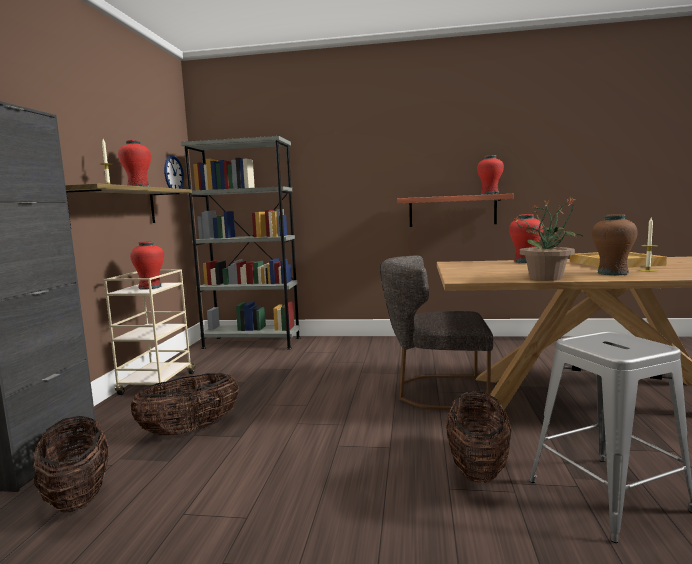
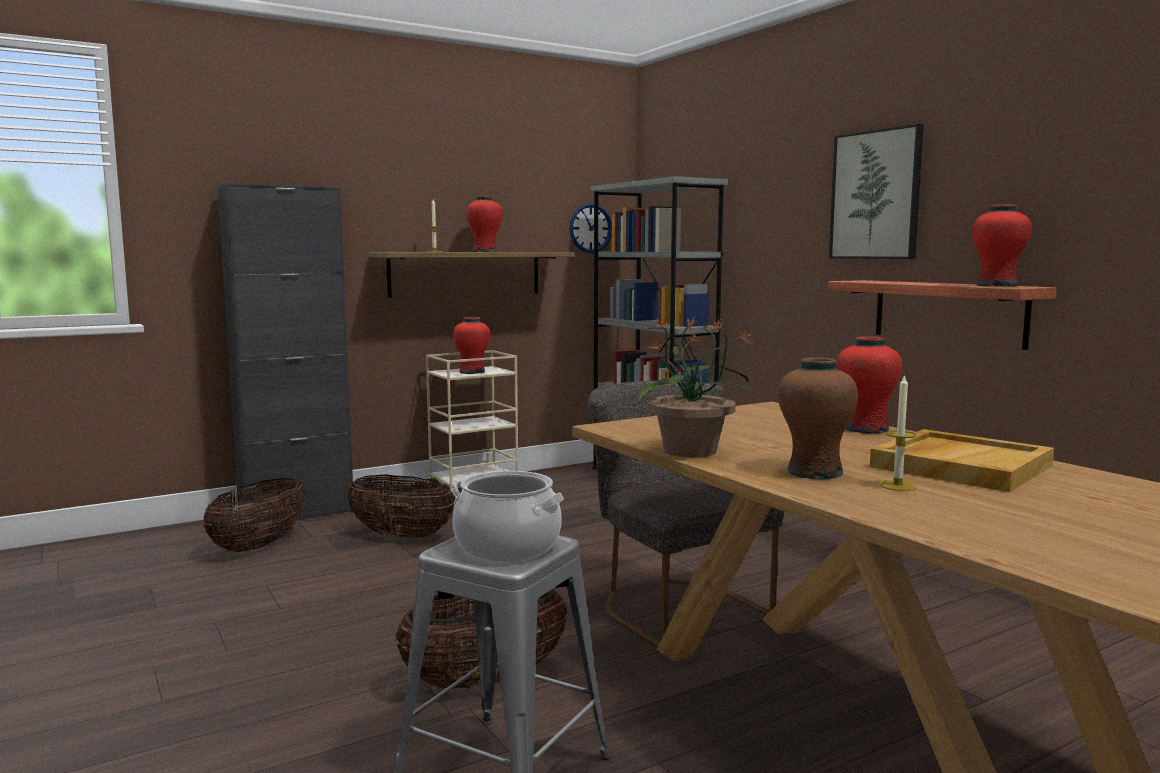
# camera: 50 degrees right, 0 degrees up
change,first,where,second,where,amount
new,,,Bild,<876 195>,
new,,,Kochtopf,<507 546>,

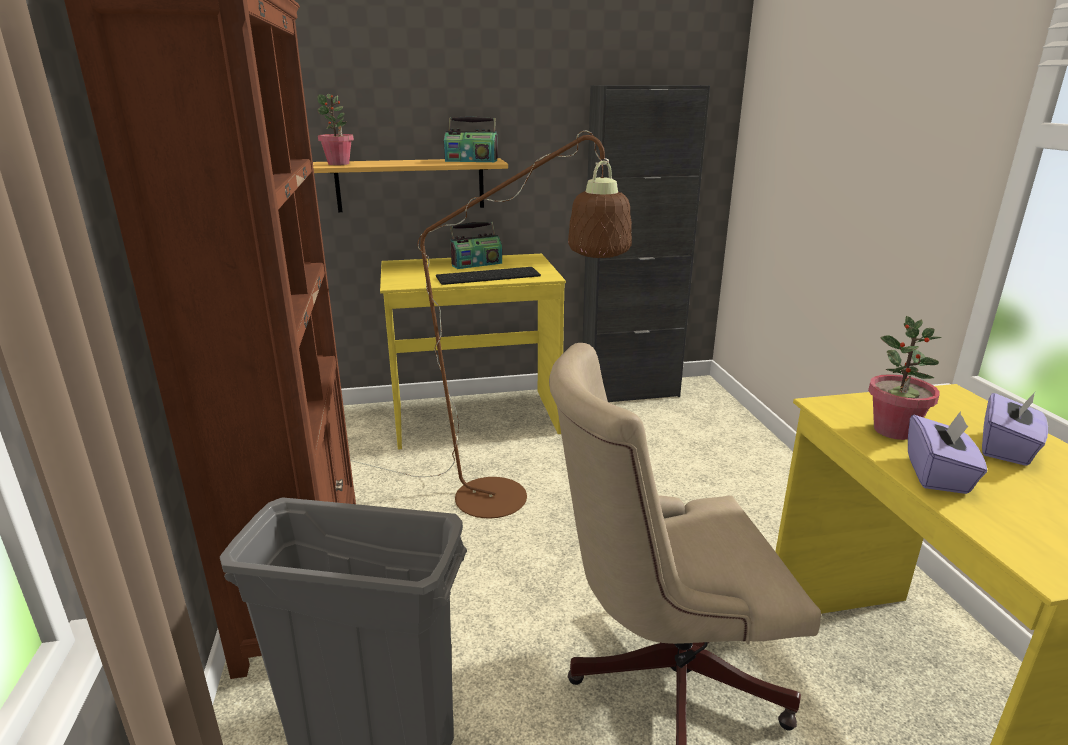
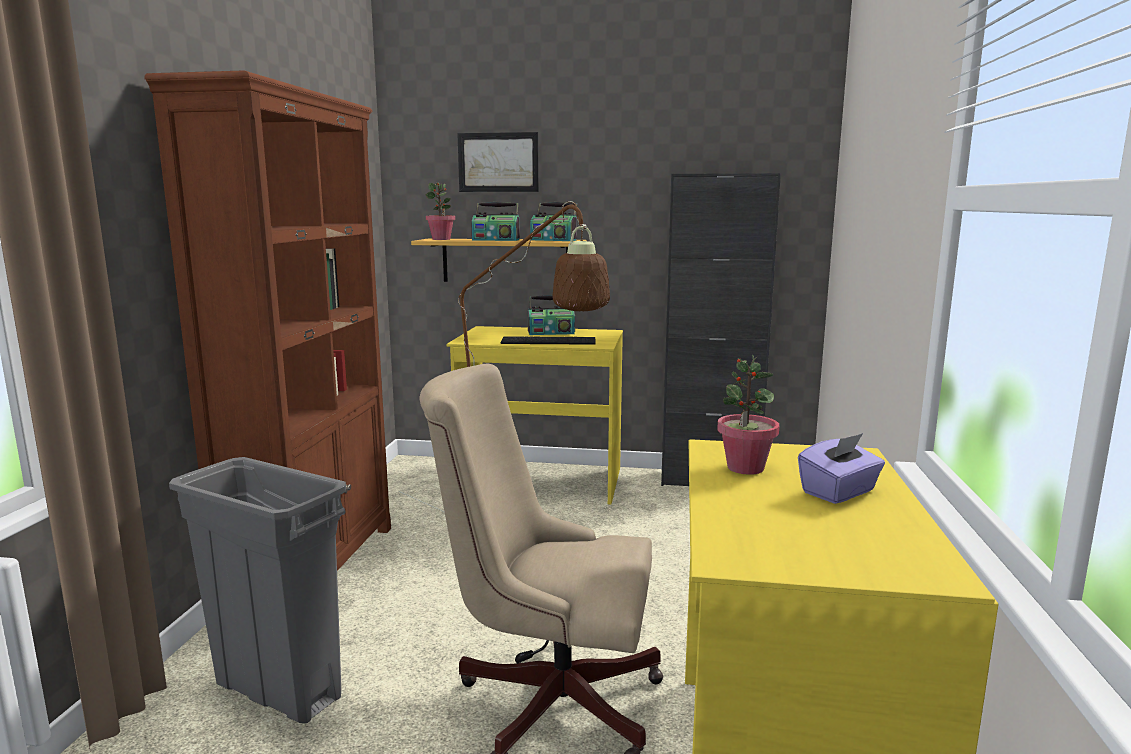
# camera: 20 degrees right, 10 degrees down
change,first,where,second,where,amount
gone,Taschentuchbox (lila),<938 474>,,,
new,,,Bild,<498 162>,
new,,,Radio,<496 240>,

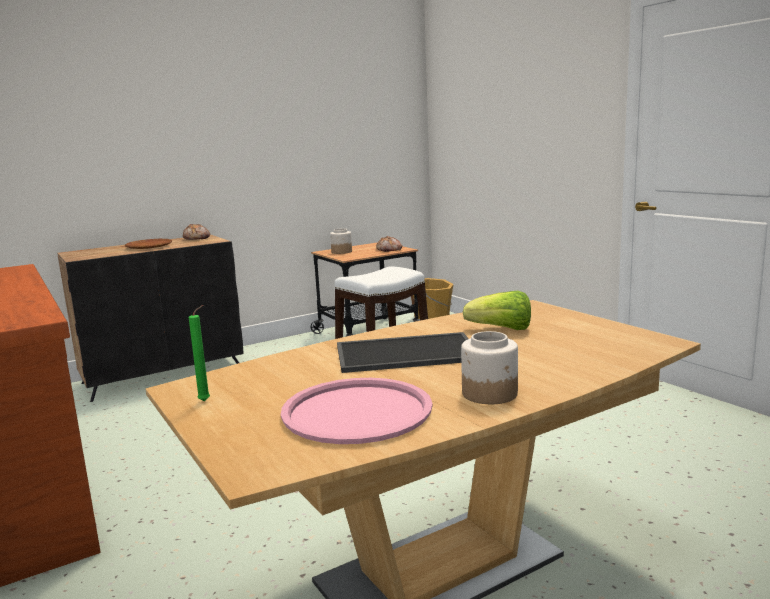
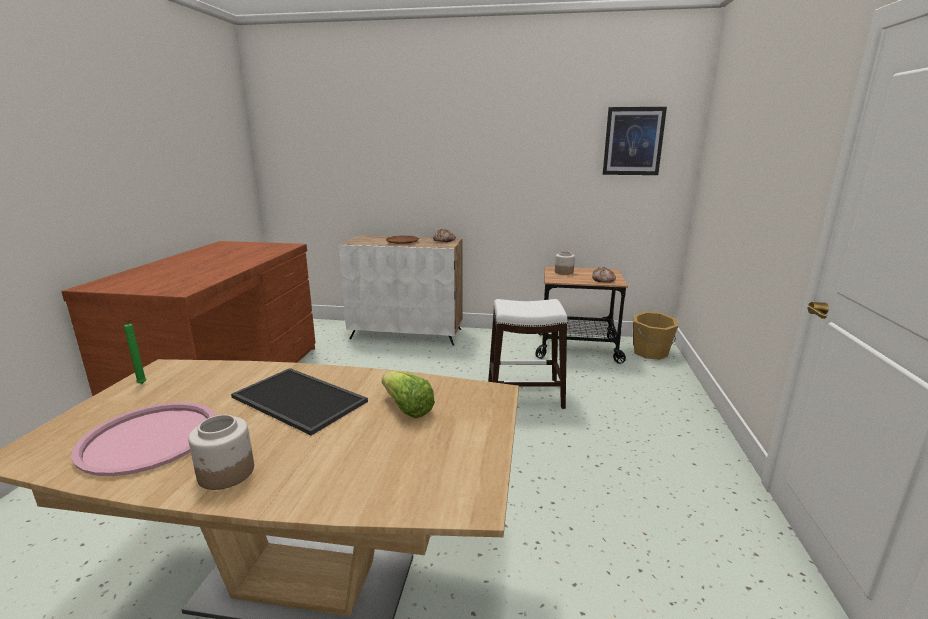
# camera: 40 degrees right, 5 degrees up
change,first,where,second,where,amount
repainted,Schrank (schwarz),<164 374>,Schrank (weiß),<407 334>,
new,,,Bild,<633 141>,

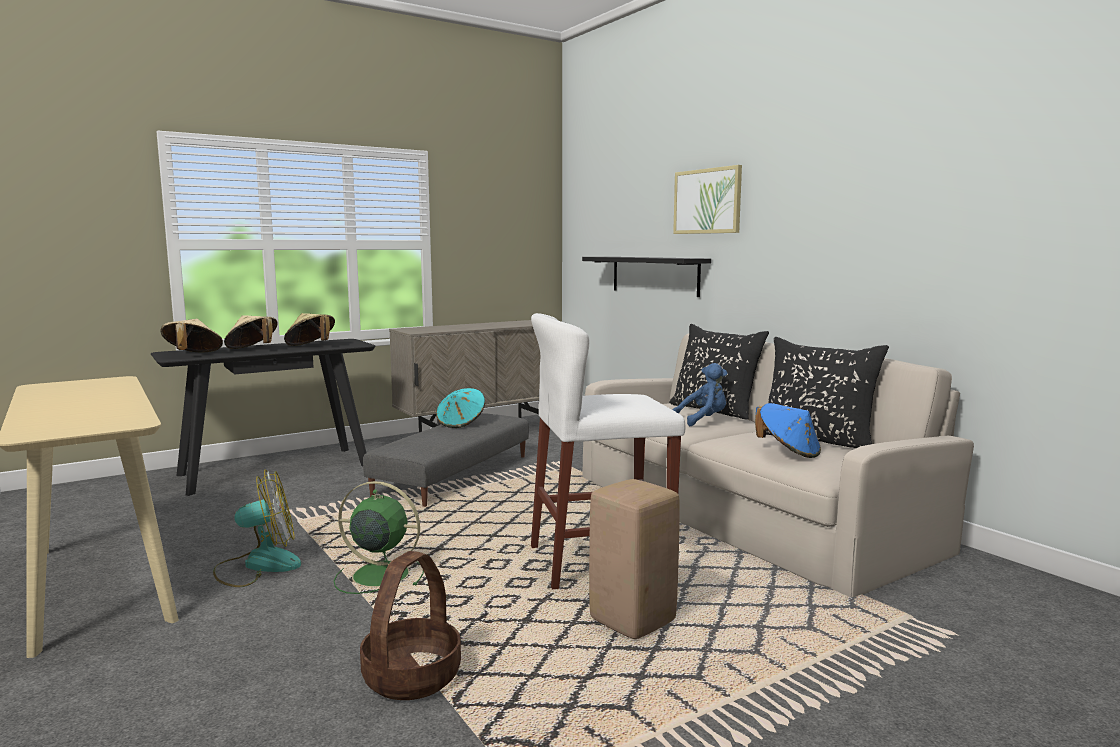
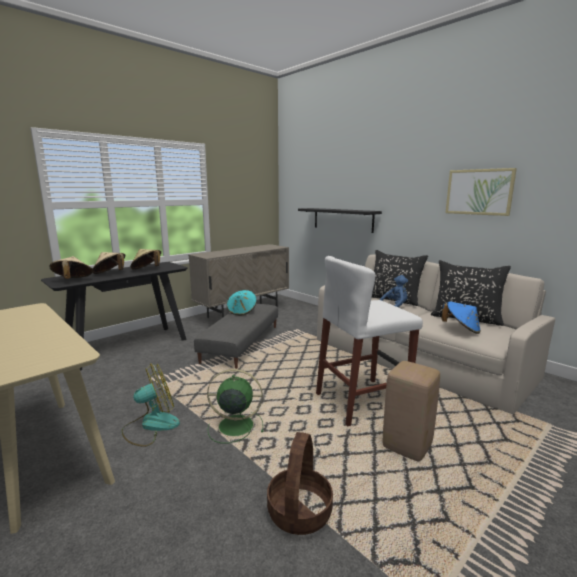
# camera: 10 degrees left, 5 degrees up
change,first,where,second,where,amount
shifted,Bild,<707 201>,,<479 192>,

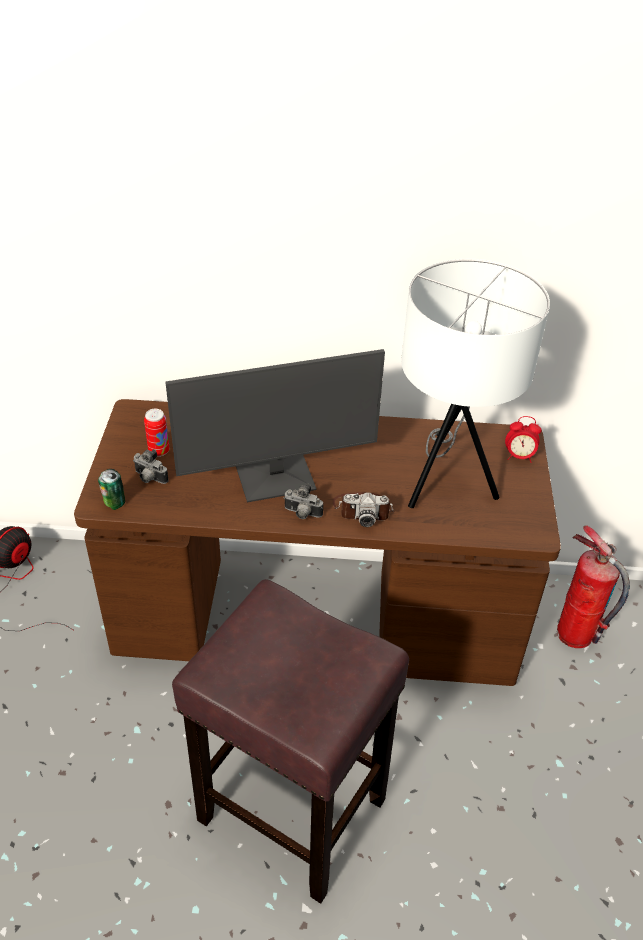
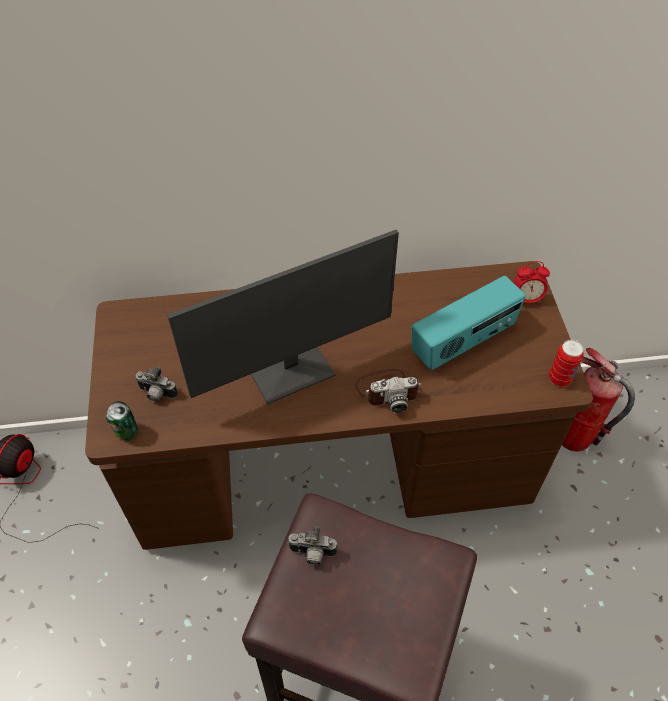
# camera: 10 degrees left, 10 degrees up
change,first,where,second,where,amount
swapped,Tischlampe (weiß),<446 482>,Radio,<463 342>,
shifted,Dose,<159 451>,,<559 379>,
shifted,Kamera,<302 514>,,<312 554>,

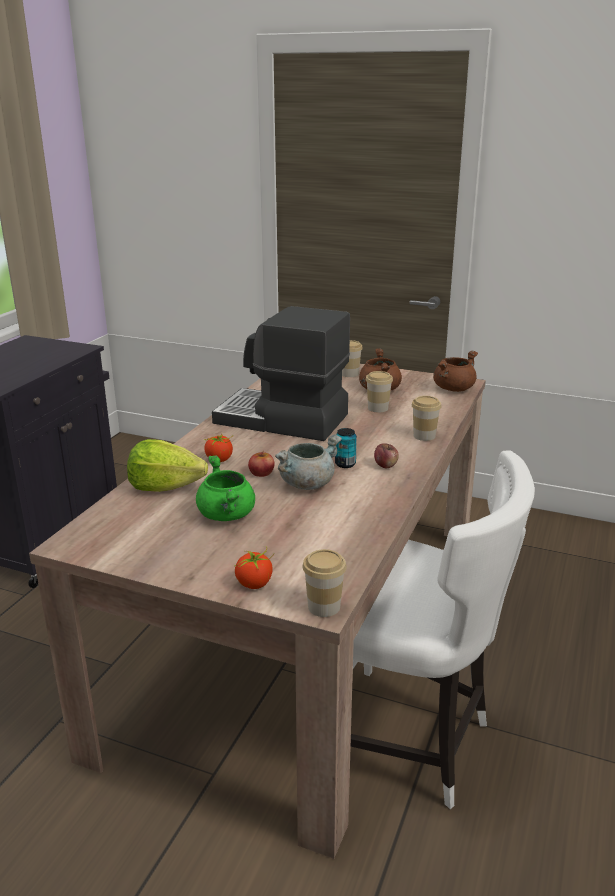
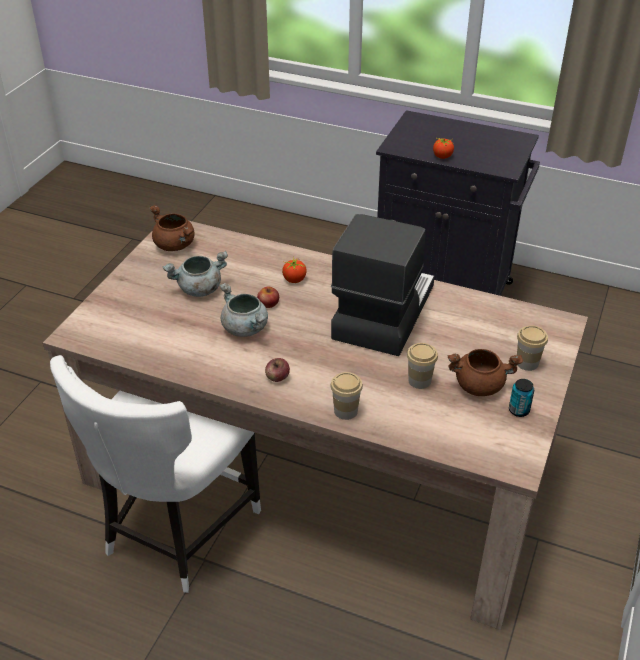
# camera: 90 degrees right, 15 degrees up
change,first,where,second,where,amount
shifted,Kochtopf (braun),<453 388>,,<176 245>,
shifted,Dose,<345 464>,,<519 410>,
gone,Salatkopf,<165 487>,,,
repainted,Kochtopf (grün),<227 515>,Kochtopf (grau),<199 289>,
shifted,Tomate,<254 583>,,<442 156>,
gone,Tasse,<324 607>,,,

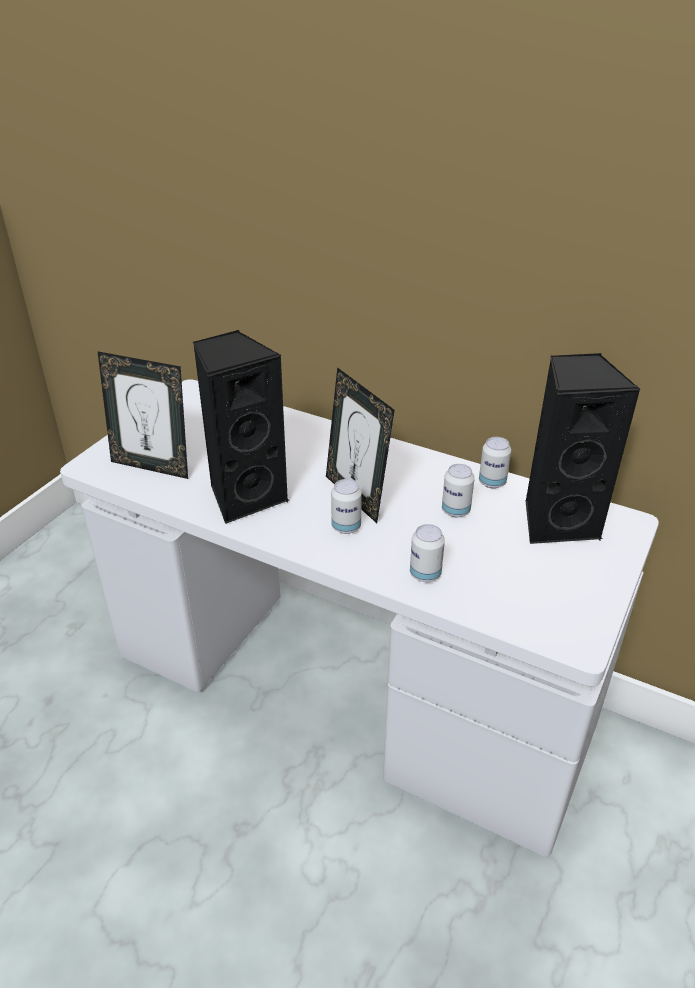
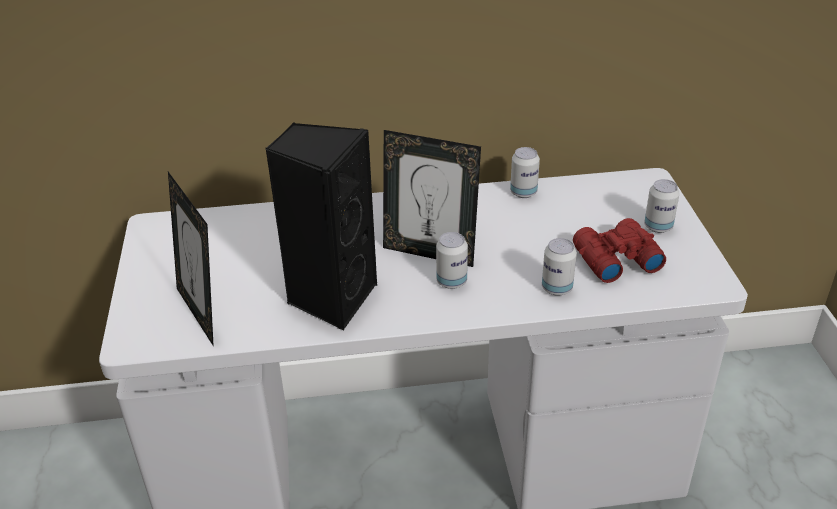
# camera: 35 degrees left, 0 degrees up
change,first,where,second,where,amount
rotated,Bilderrahmen,<152 466>,,<202 313>,75 degrees clockwise
gone,Lautsprecher (schwarz),<557 522>,,,
shifted,Dose,<455 511>,,<658 227>,
new,,,Fernglas (rot),<614 259>,

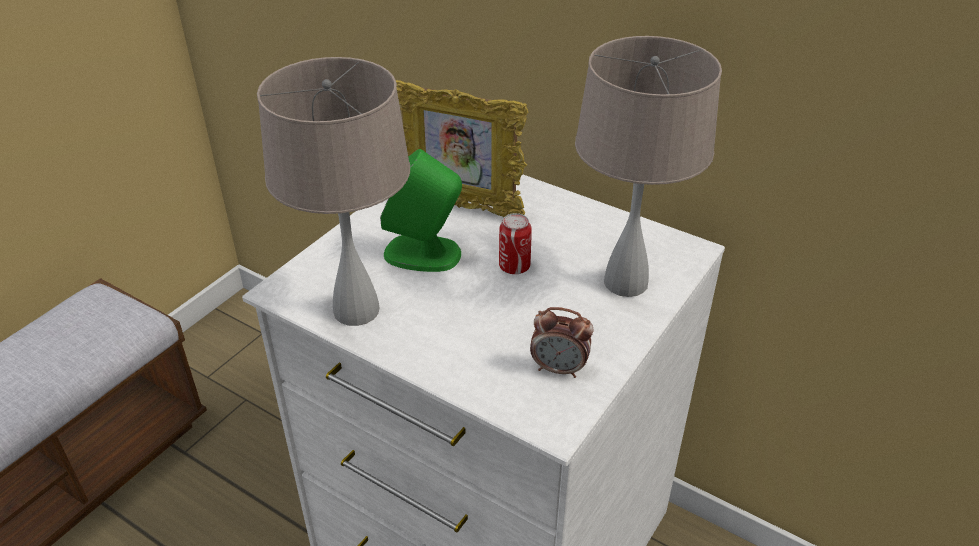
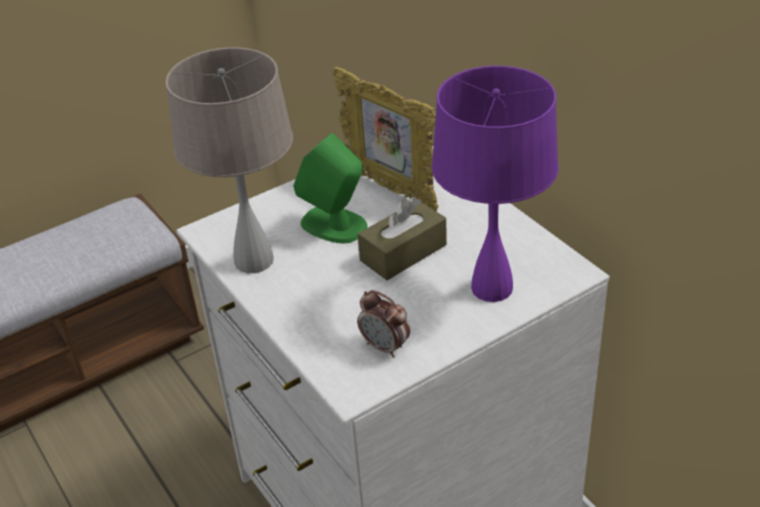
# camera: 25 degrees right, 0 degrees up
change,first,where,second,where,amount
repainted,Tischlampe (beige),<625 281>,Tischlampe (lila),<492 287>,
swapped,Dose,<514 267>,Taschentuchbox (braun),<403 253>,

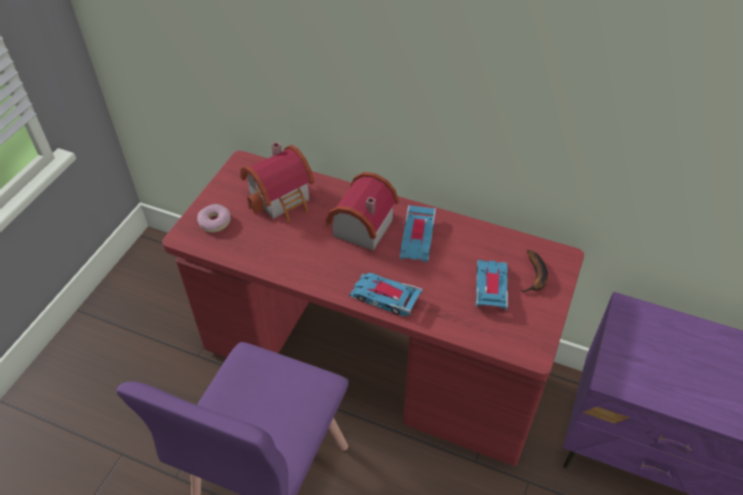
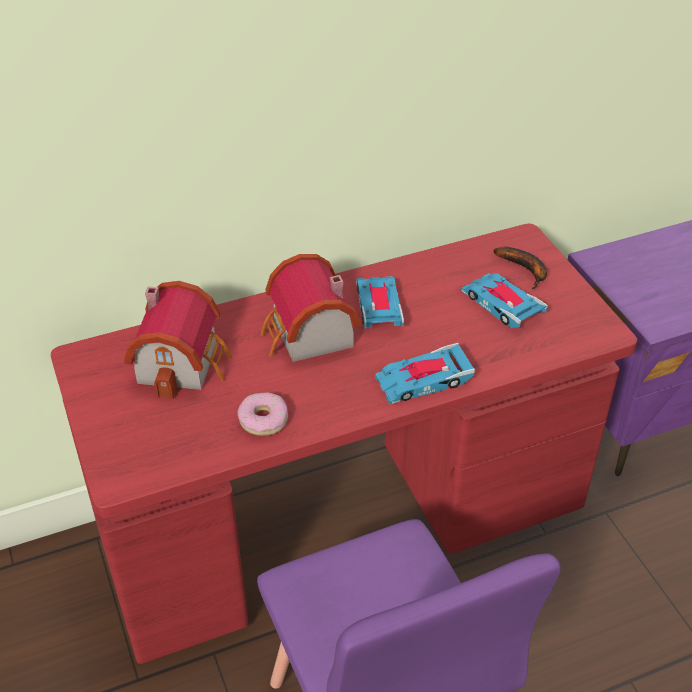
# camera: 45 degrees left, 5 degrees down
change,first,where,second,where,amount
shifted,Donut,<215 222>,,<263 419>,
rotated,Spielzeugauto,<417 237>,,<378 306>,150 degrees counterclockwise

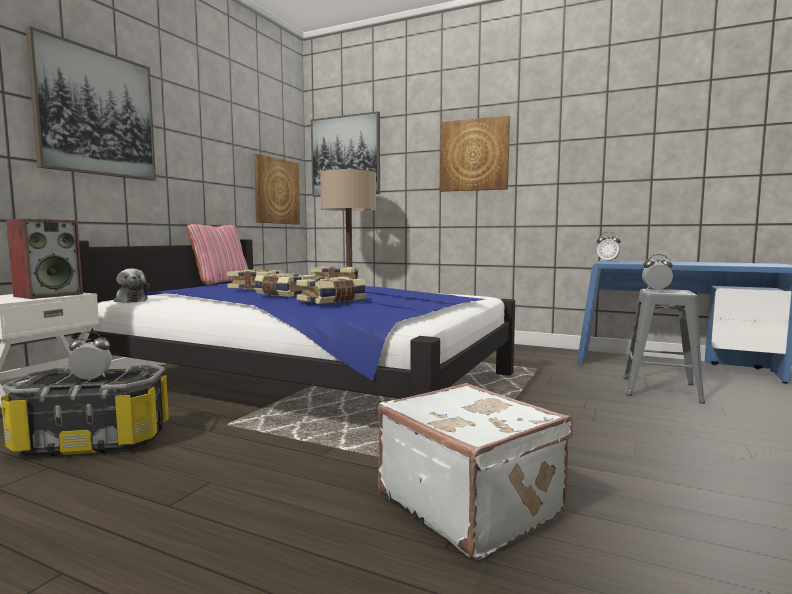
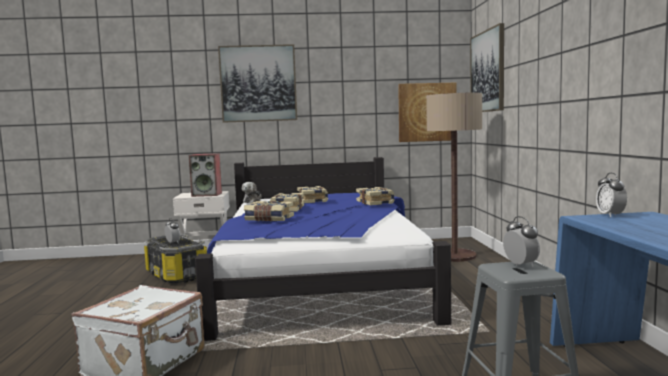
# camera: 60 degrees right, 0 degrees up
change,first,where,second,where,amount
gone,Bild,<474 155>,,,
gone,Kissen (rosa),<221 282>,,,

